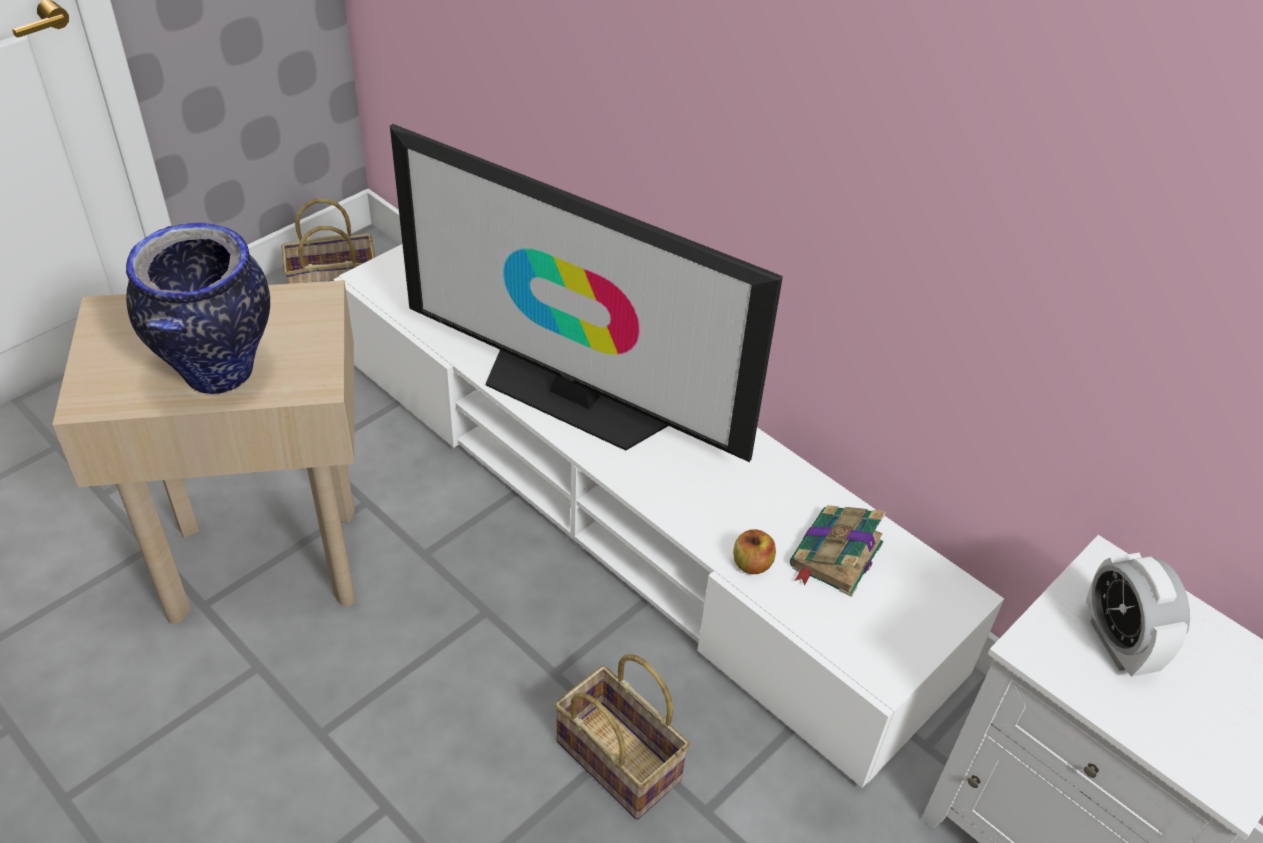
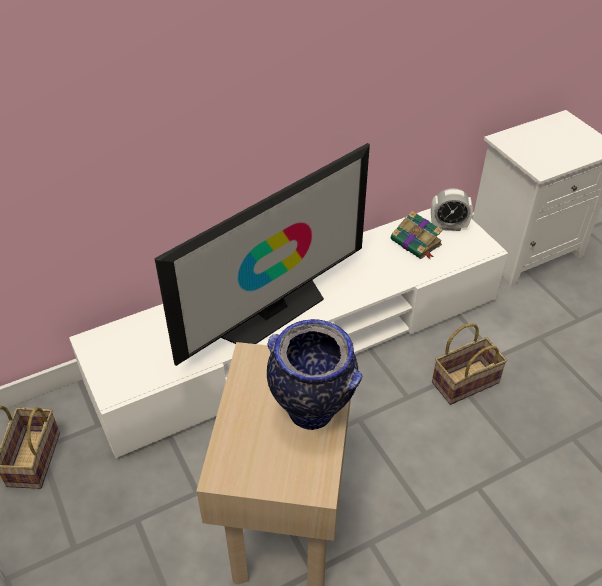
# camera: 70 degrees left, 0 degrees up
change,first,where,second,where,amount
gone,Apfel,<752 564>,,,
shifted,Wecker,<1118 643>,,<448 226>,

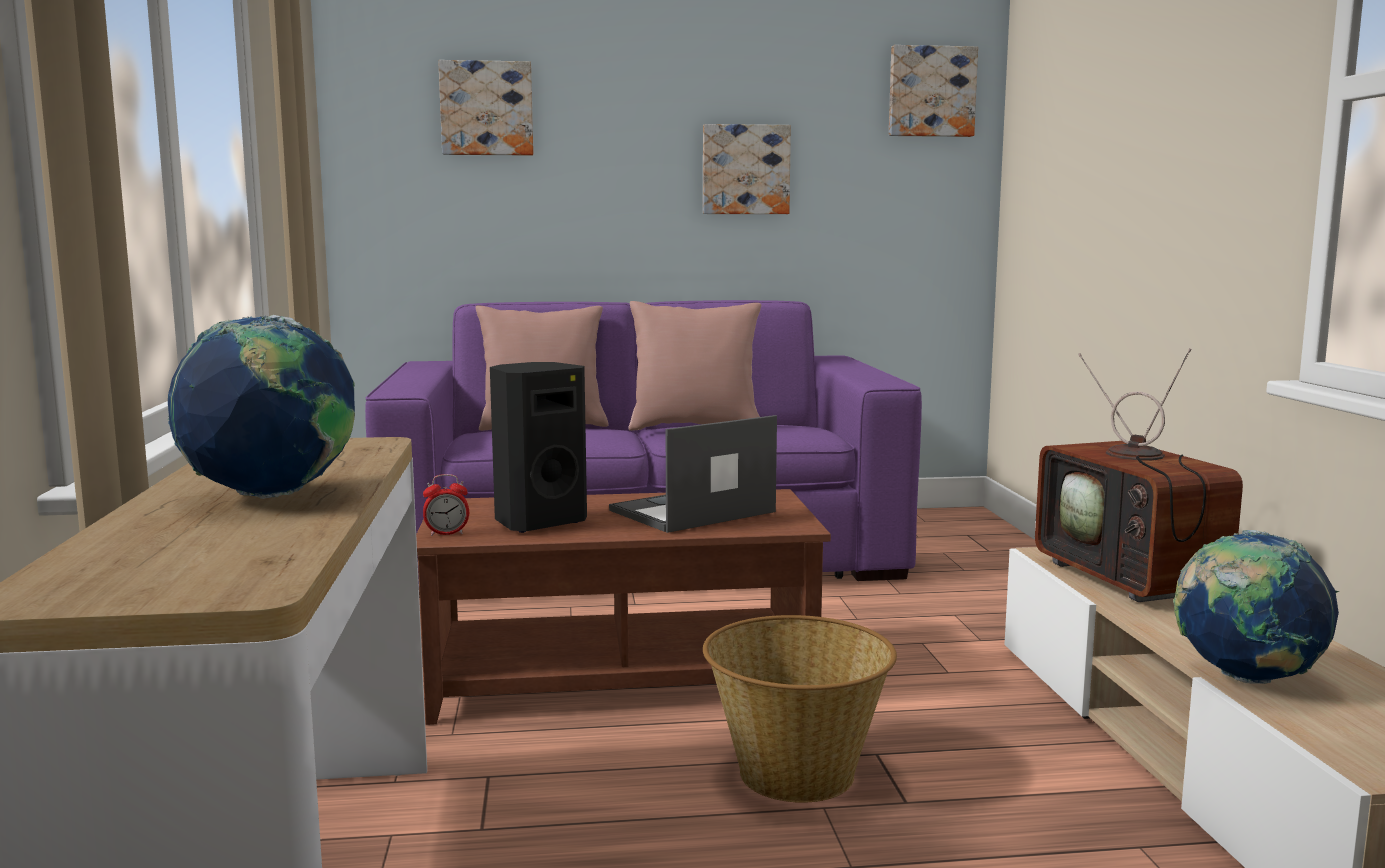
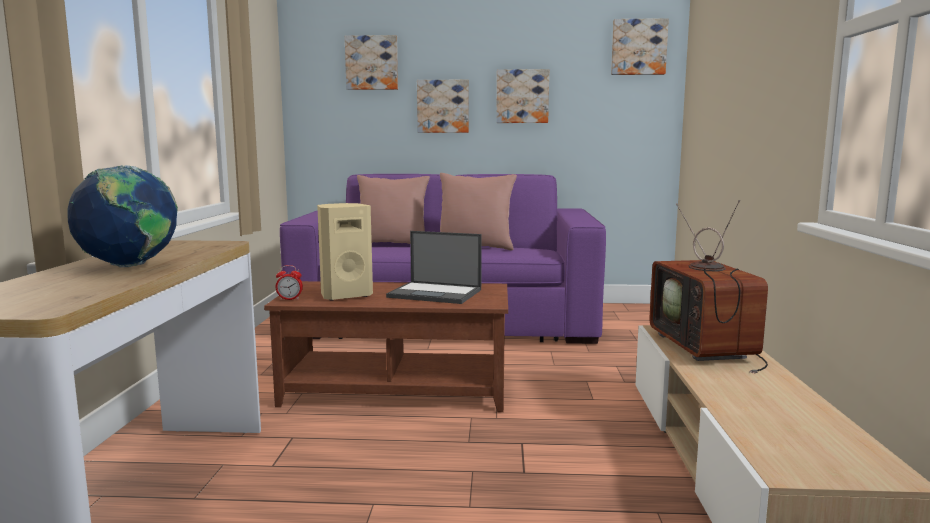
# camera: 10 degrees right, 0 degrees up
change,first,where,second,where,amount
repainted,Lautsprecher (schwarz),<538 522>,Lautsprecher (beige),<345 295>,
rotated,Laptop,<691 512>,,<436 293>,135 degrees counterclockwise
gone,Globus,<1245 678>,,,
gone,Korb,<796 775>,,,
new,,,Bild,<443 106>,

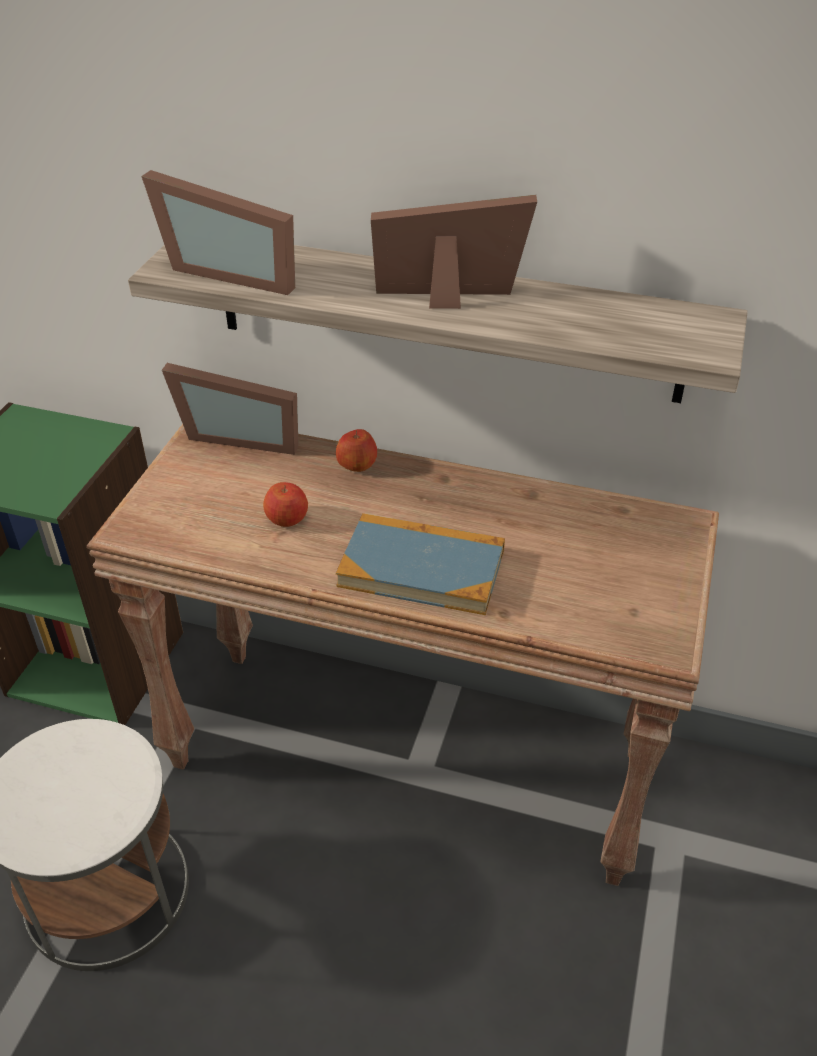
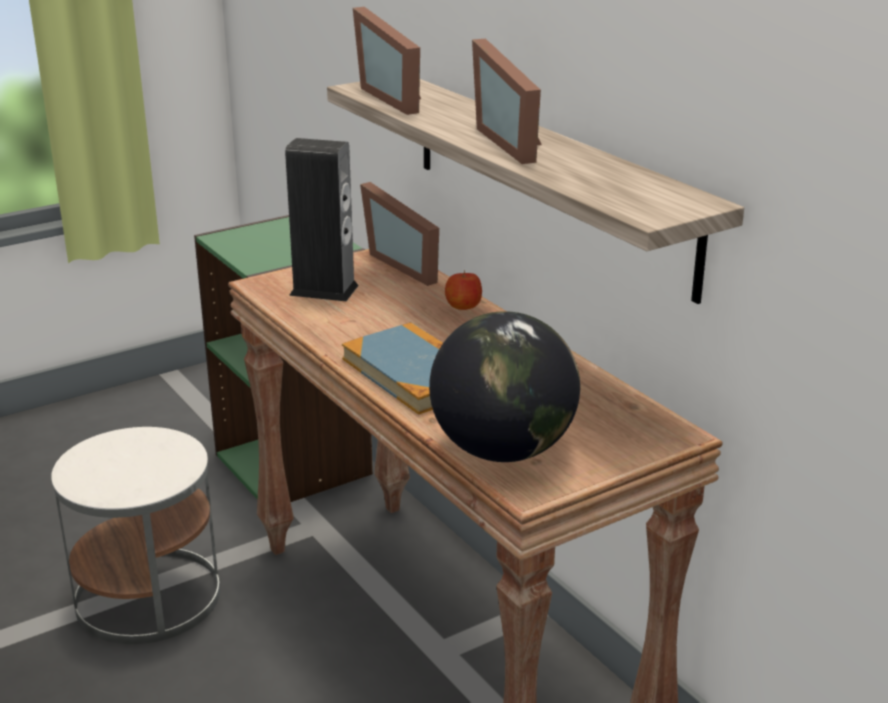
# camera: 40 degrees right, 15 degrees down
change,first,where,second,where,amount
rotated,Bilderrahmen,<450 297>,,<515 142>,150 degrees counterclockwise
gone,Apfel,<287 518>,,,
new,,,Lautsprecher,<324 290>,
new,,,Globus,<503 451>,

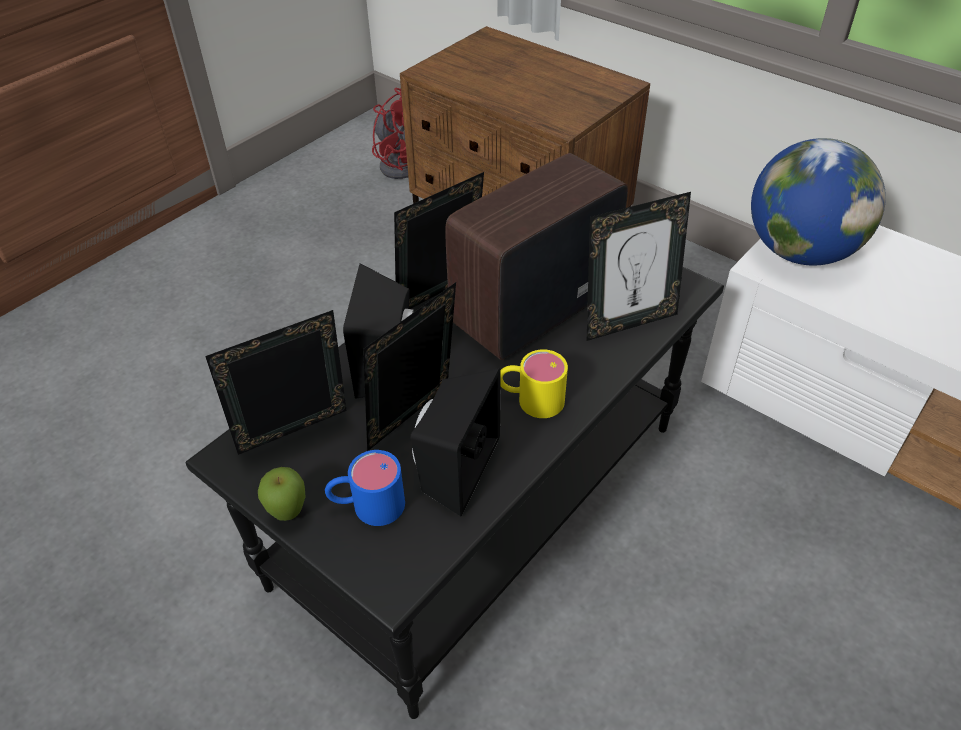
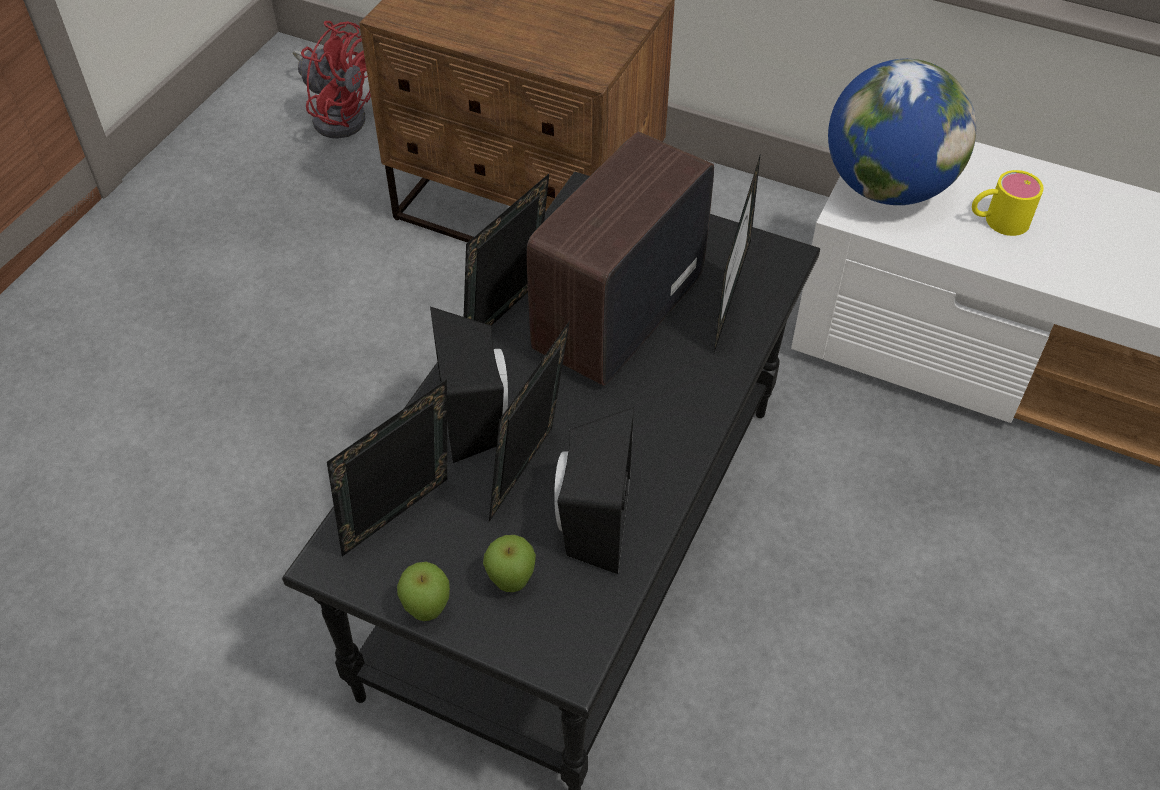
# camera: 15 degrees left, 5 degrees up
change,first,where,second,where,amount
rotated,Bilderrahmen,<628 322>,,<728 312>,135 degrees clockwise
shifted,Henkelbecher (gelb),<530 399>,,<997 221>,
swapped,Henkelbecher (blau),<367 505>,Apfel,<511 584>,

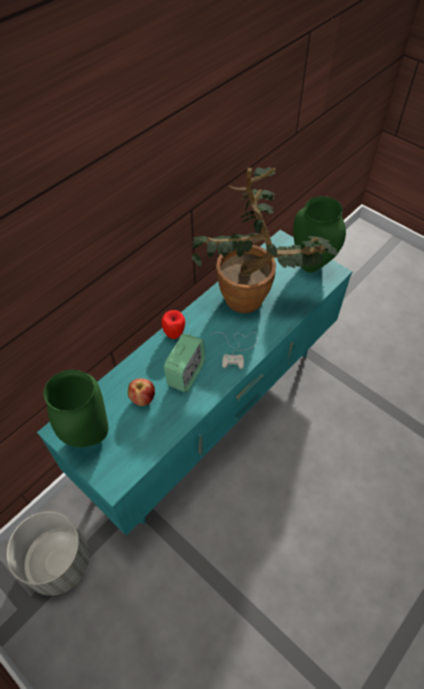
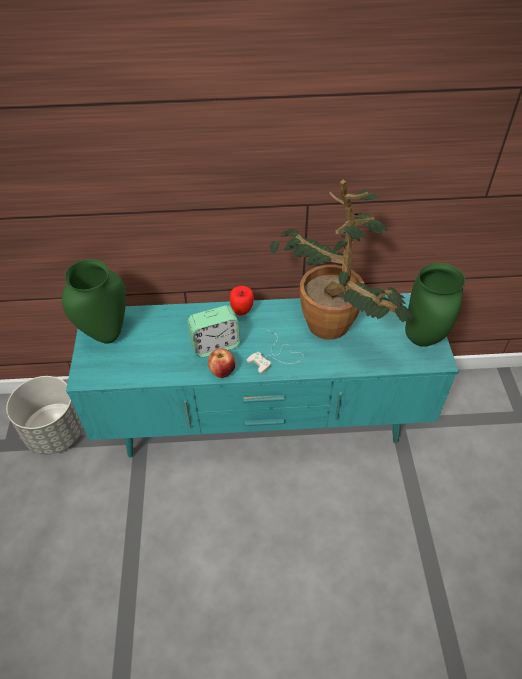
# camera: 45 degrees right, 5 degrees down
change,first,where,second,where,amount
shifted,Apfel,<143 399>,,<222 371>,

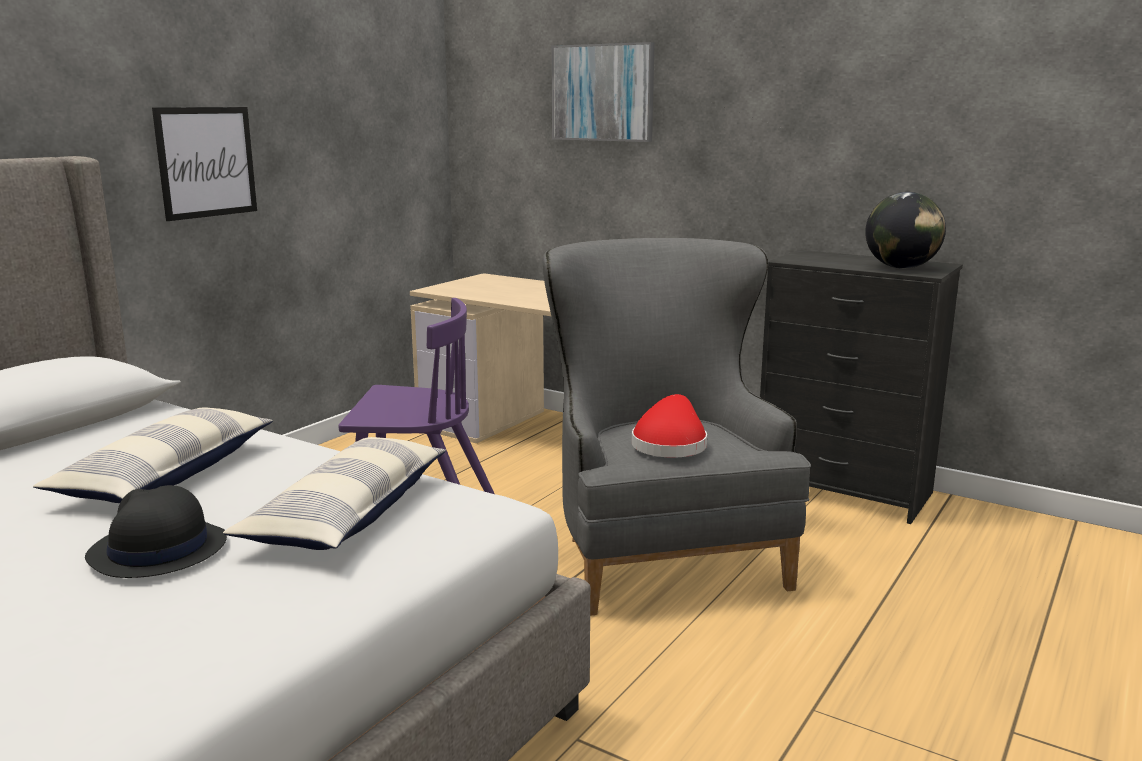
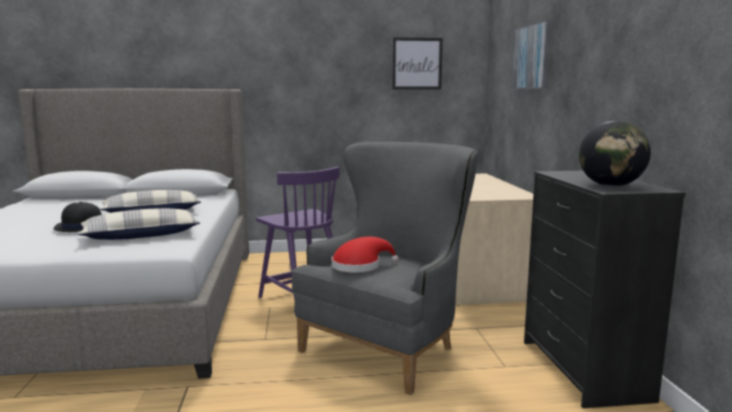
# camera: 50 degrees right, 5 degrees down
change,first,where,second,where,amount
shifted,Bild,<206 162>,,<417 63>,

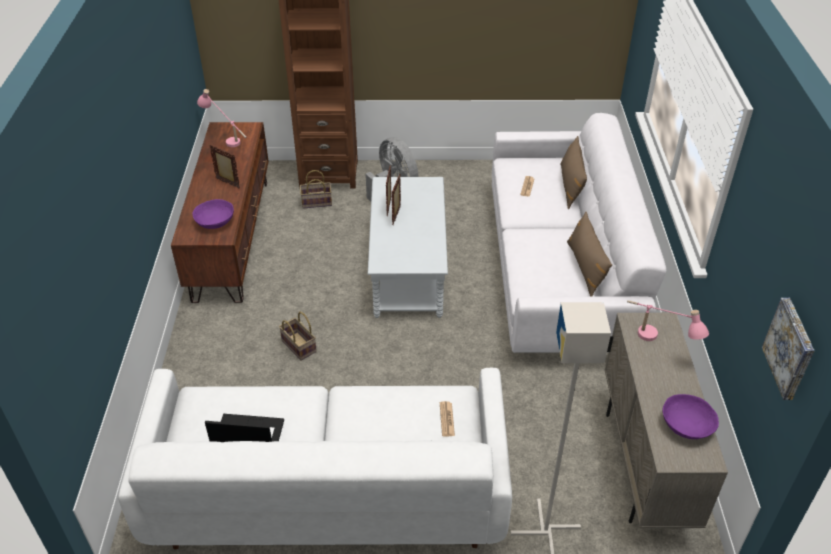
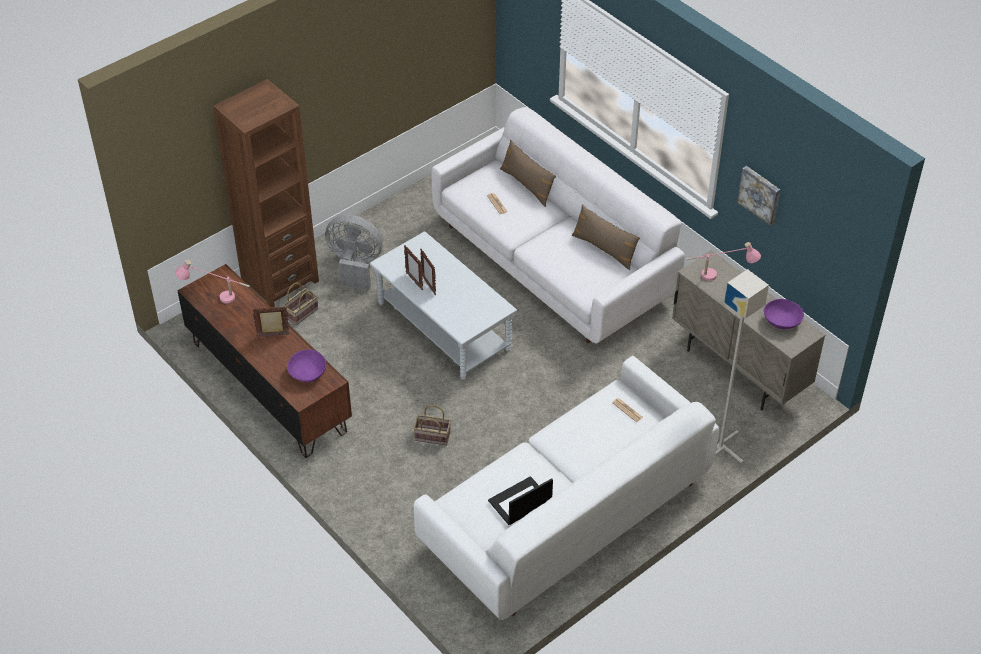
# camera: 40 degrees left, 5 degrees up
change,first,where,second,where,amount
shifted,Bild,<791 348>,,<760 194>,

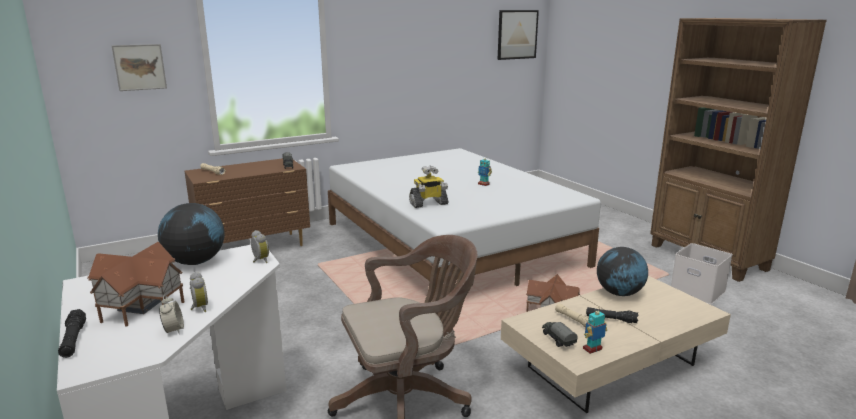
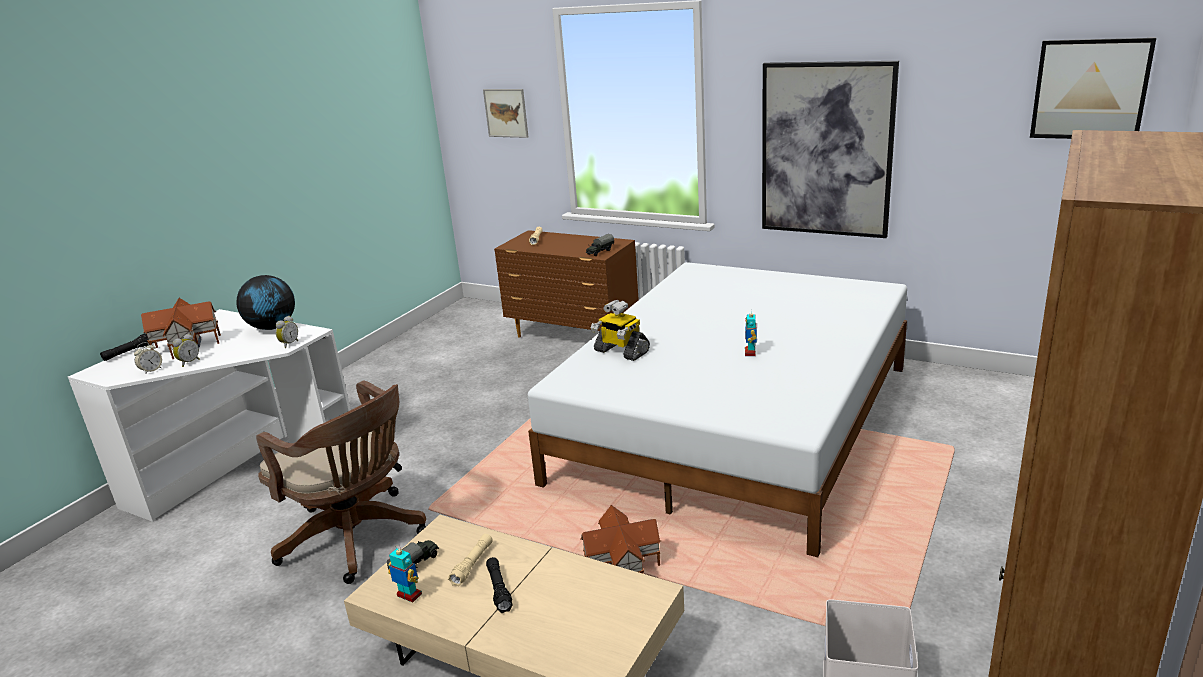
# camera: 60 degrees right, 5 degrees up
change,first,where,second,where,amount
gone,Globus,<619 293>,,,
new,,,Bild,<826 150>,

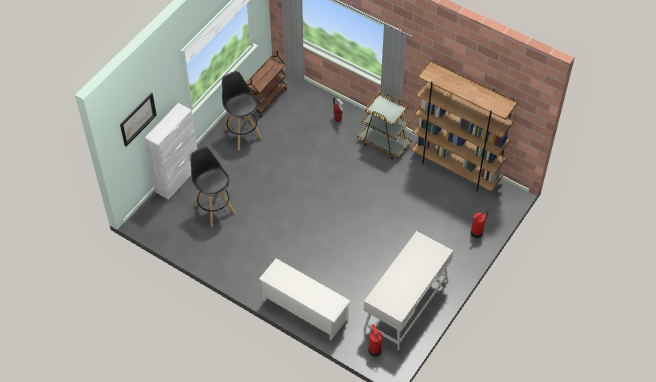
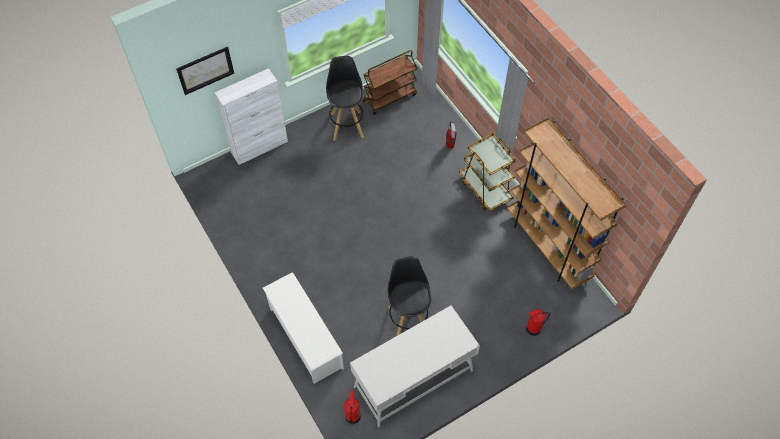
# camera: 25 degrees right, 5 degrees up
change,first,where,second,where,amount
shifted,Hocker (schwarz),<214 208>,,<408 320>,

